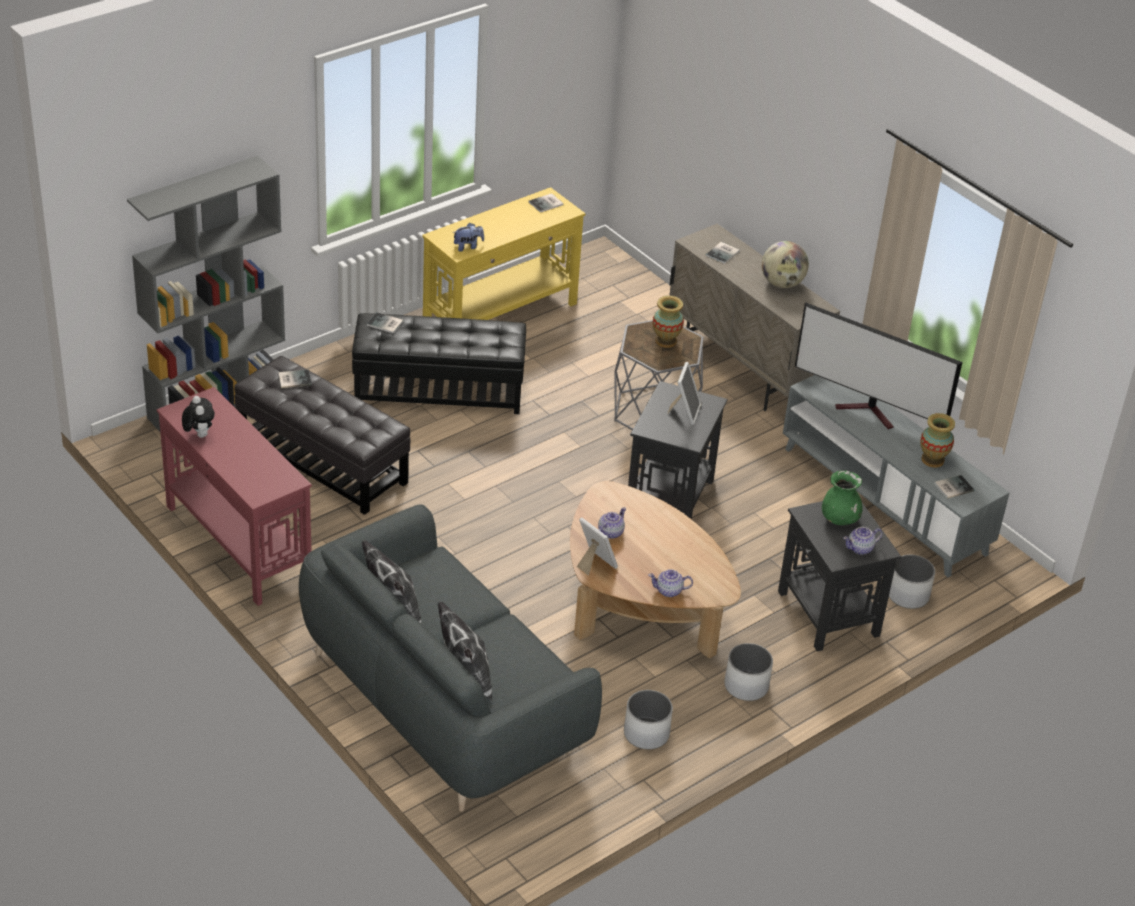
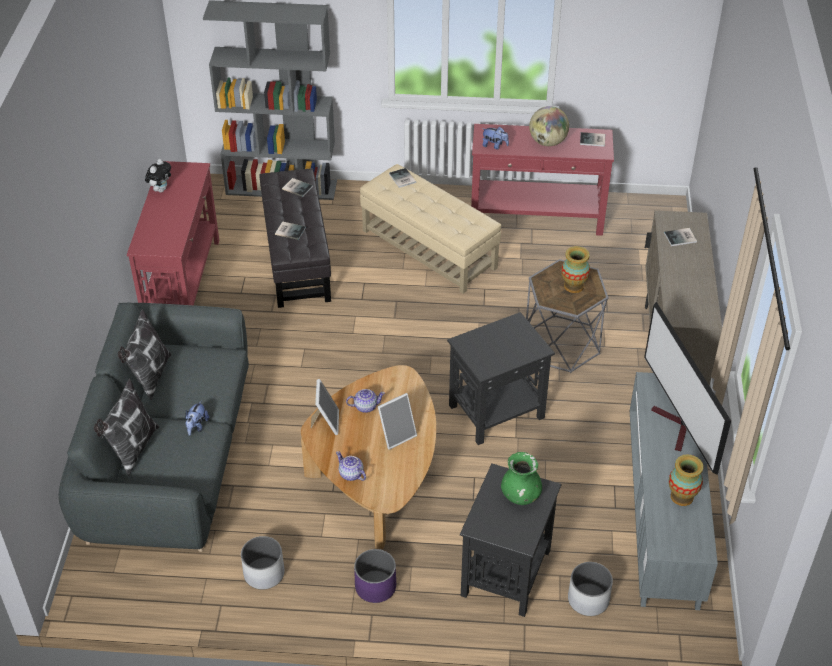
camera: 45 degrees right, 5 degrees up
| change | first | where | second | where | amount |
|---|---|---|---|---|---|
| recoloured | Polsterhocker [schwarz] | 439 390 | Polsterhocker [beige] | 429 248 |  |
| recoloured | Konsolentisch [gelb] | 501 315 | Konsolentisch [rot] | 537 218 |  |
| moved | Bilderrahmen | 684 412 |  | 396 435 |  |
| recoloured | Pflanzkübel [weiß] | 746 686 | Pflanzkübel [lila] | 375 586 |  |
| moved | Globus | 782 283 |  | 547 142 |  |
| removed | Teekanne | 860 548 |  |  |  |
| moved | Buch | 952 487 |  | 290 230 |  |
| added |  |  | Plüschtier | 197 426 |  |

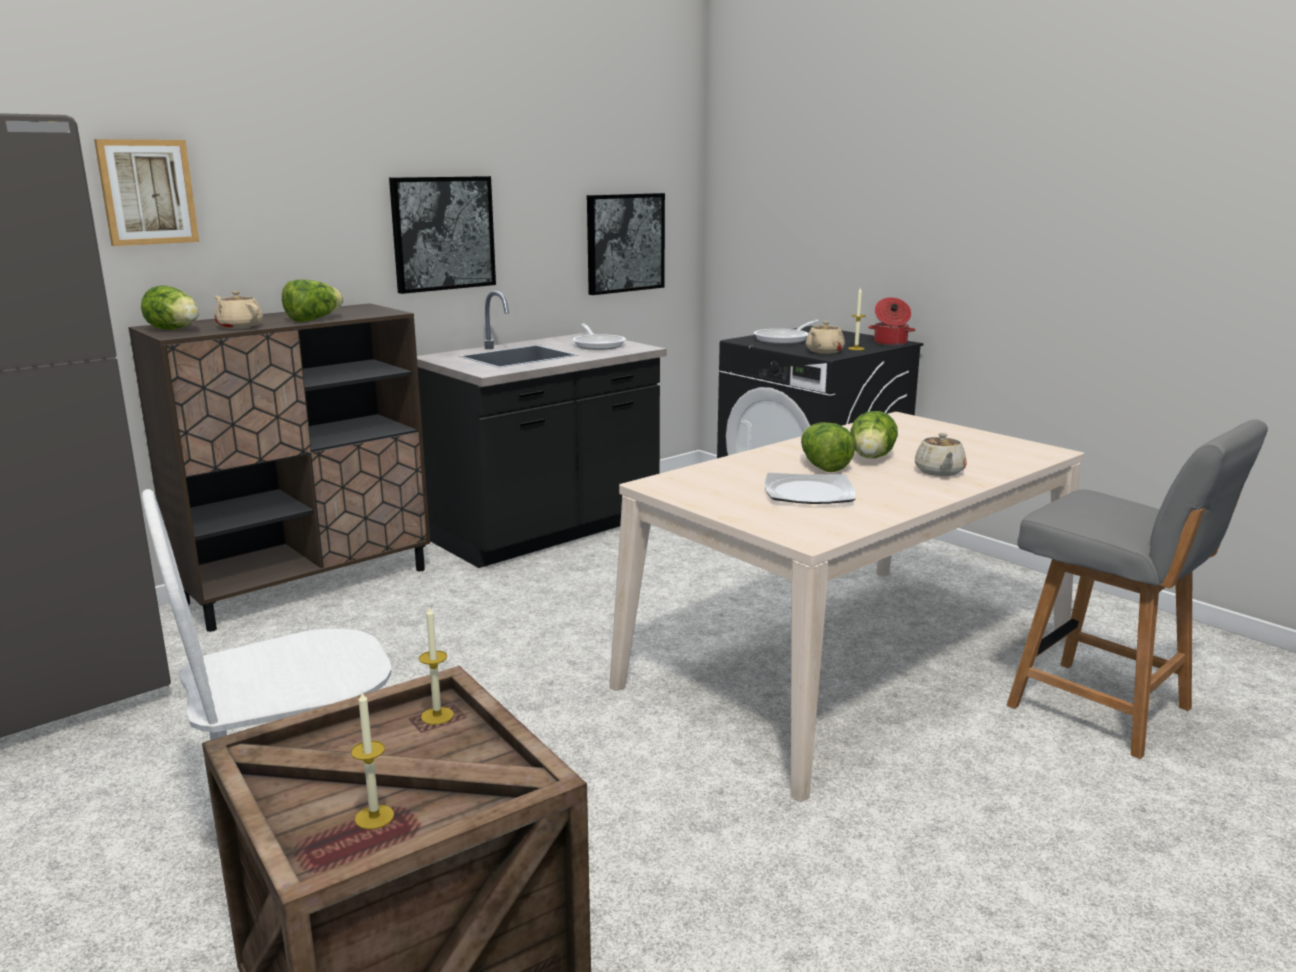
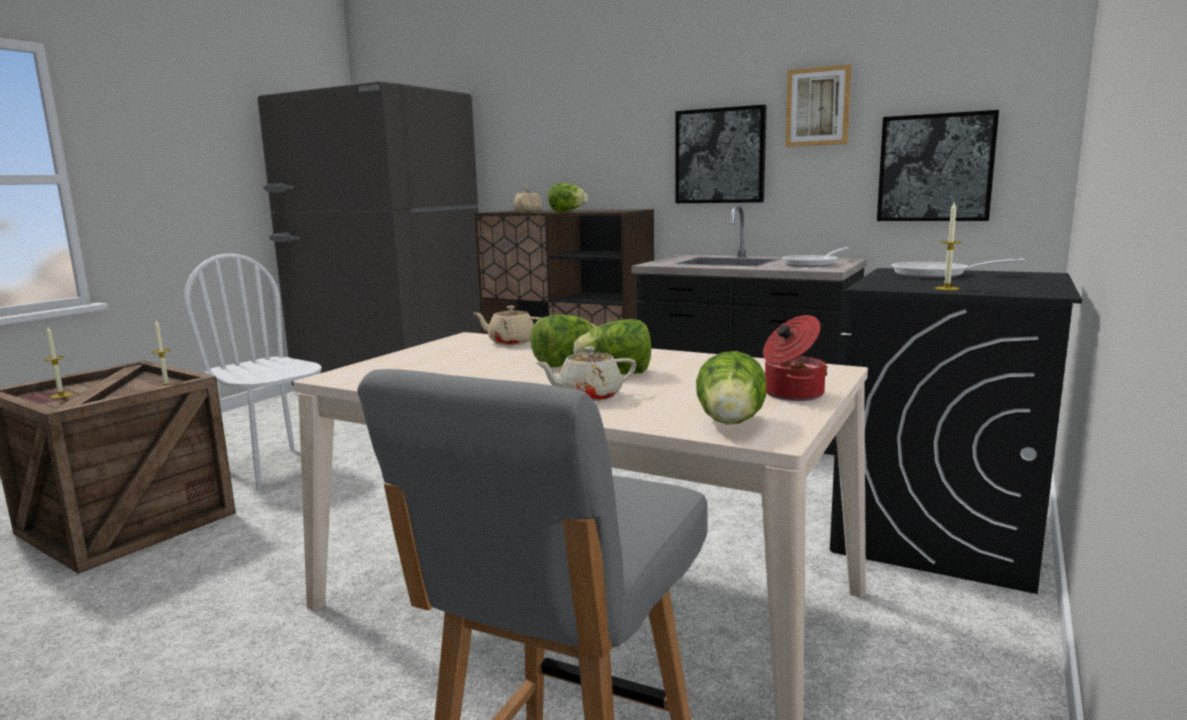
camera: 70 degrees right, 5 degrees down
| change | first | where | second | where | amount |
|---|---|---|---|---|---|
| moved | Bild | 147 192 |  | 818 107 |  |
| moved | Salatkopf | 175 330 |  | 731 424 |  |
| removed | Teller | 810 493 |  |  |  |
| moved | Teekanne [beige] | 824 351 |  | 511 342 |  |
| moved | Kochtopf | 890 343 |  | 791 394 |  |

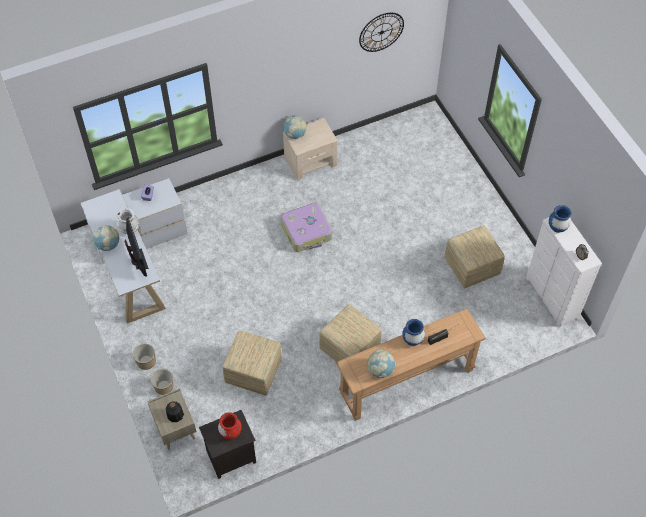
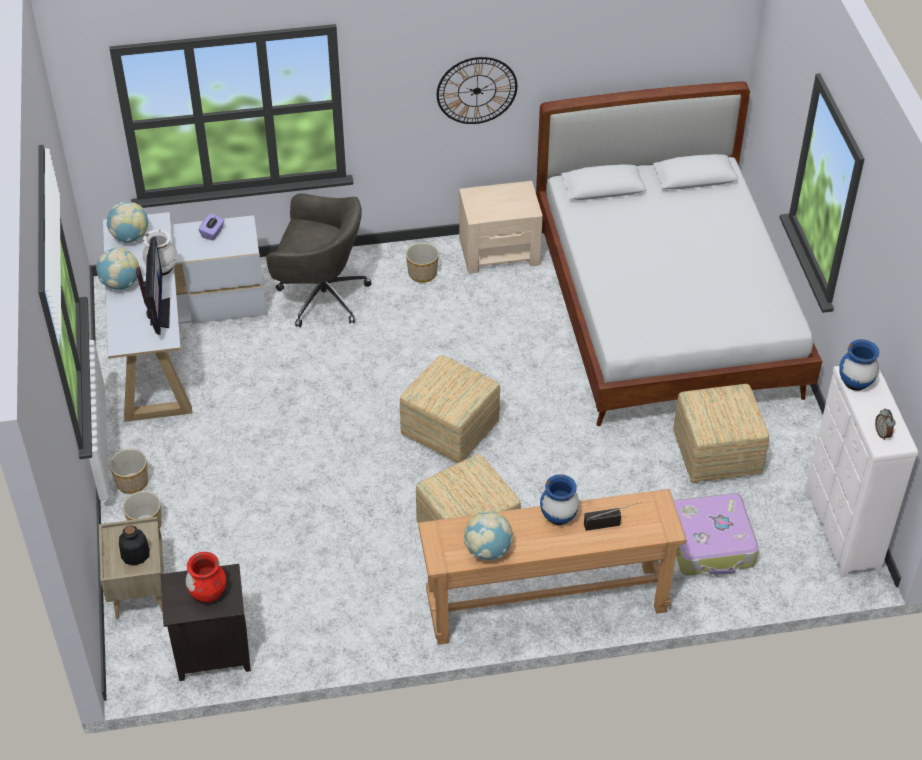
camera: 15 degrees right, 10 degrees down
| change | first | where | second | where | amount |
|---|---|---|---|---|---|
| moved | Polsterhocker | 252 372 |  | 449 430 |  |
| moved | Koffer | 307 232 |  | 710 544 |  |
| moved | Globus | 295 134 |  | 130 237 |  |
| moved | Wanduhr | 381 32 |  | 477 90 |  |
| added |  |  | Bürostuhl [grau] | 320 296 |  |
| added |  |  | Pflanzkübel | 422 273 |  |
| added |  |  | Bett [weiß] | 666 313 |  |

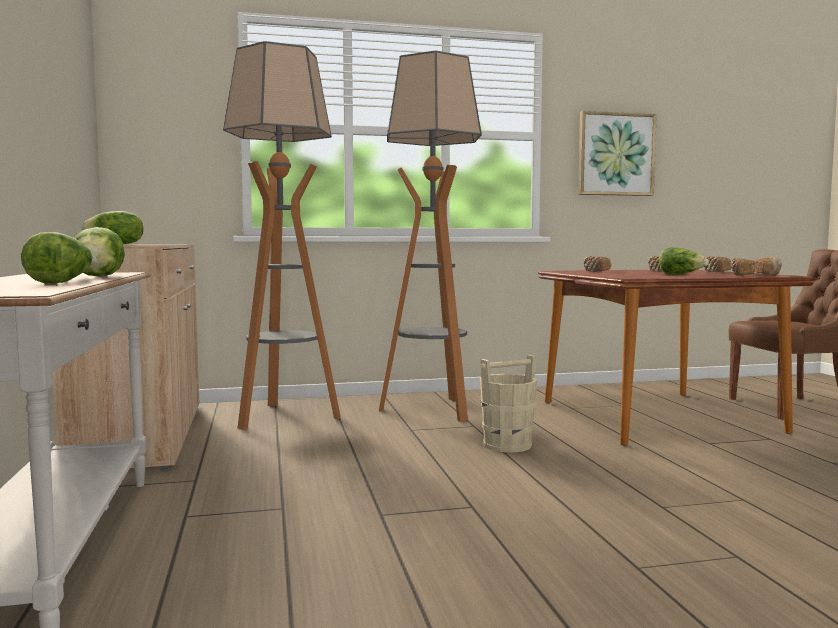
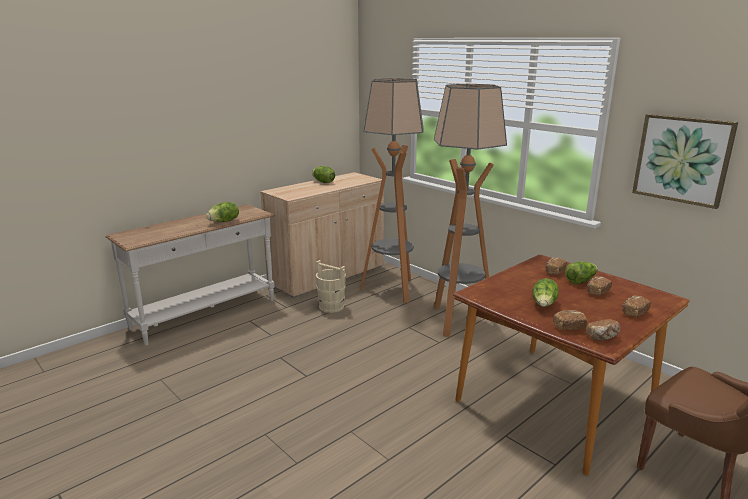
camera: 60 degrees right, 15 degrees up
| change | first | where | second | where | amount |
|---|---|---|---|---|---|
| moved | Salatkopf | 62 282 |  | 580 281 |  |
| moved | Eimer [beige] | 508 445 |  | 331 307 |  |

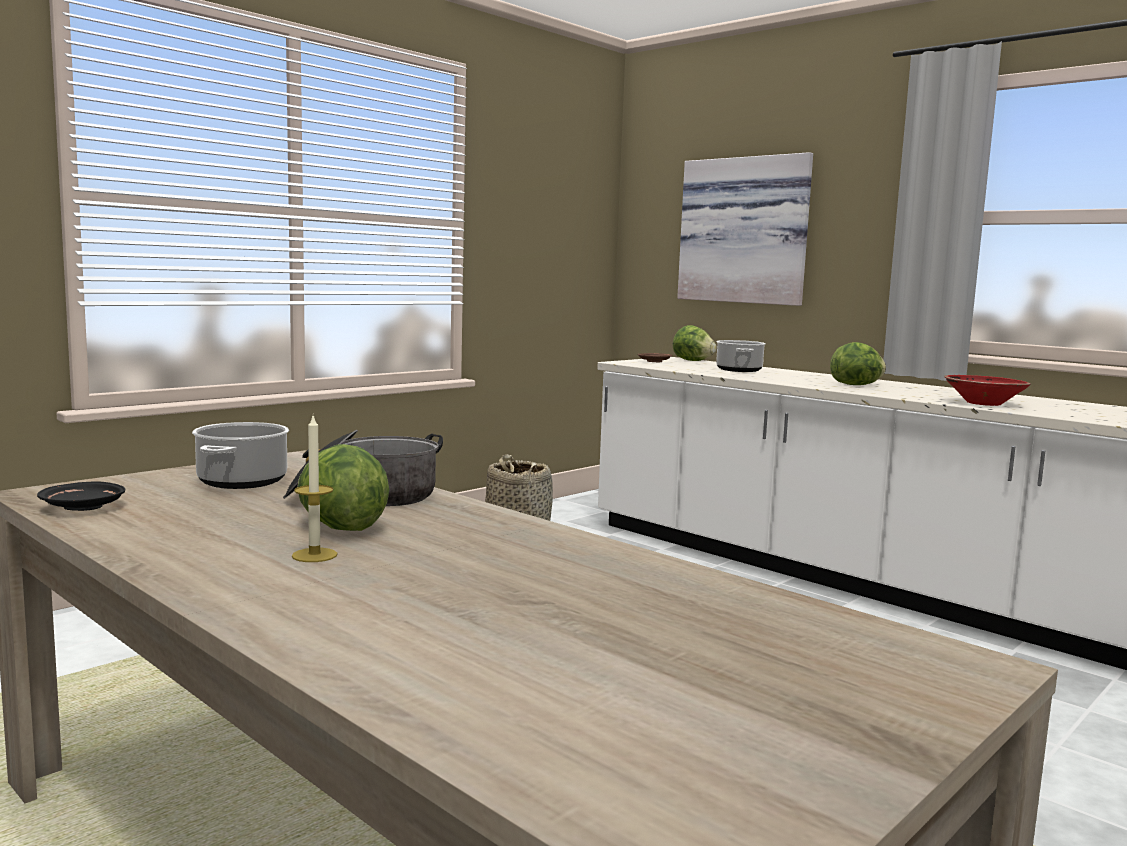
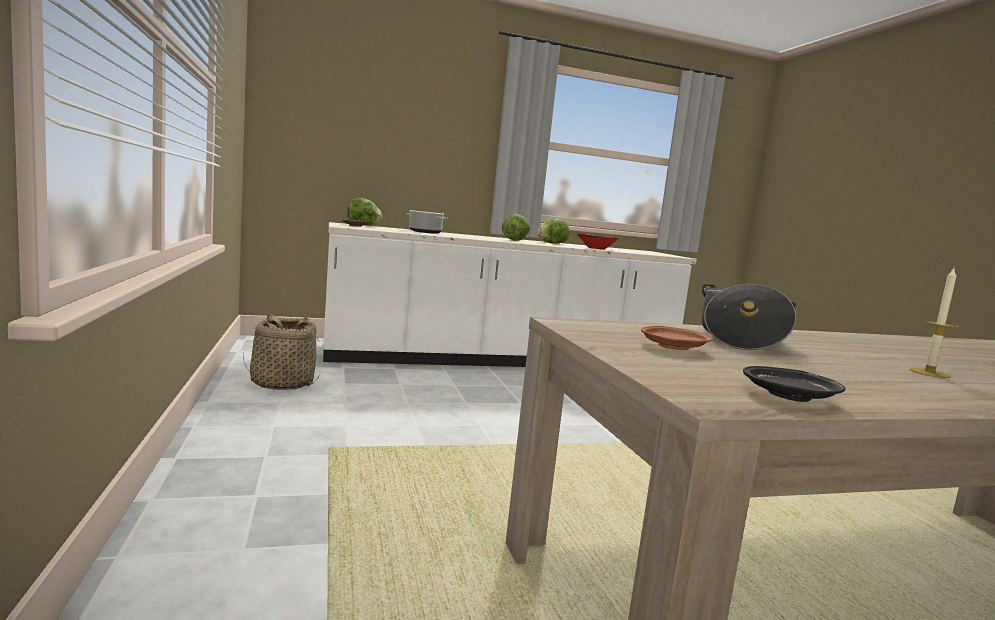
camera: 60 degrees left, 0 degrees up
| change | first | where | second | where | amount |
|---|---|---|---|---|---|
| replaced | Kochtopf | 242 482 | Teller [braun] | 673 347 |  |
| moved | Salatkopf | 340 528 |  | 551 243 |  |
| removed | Bild | 745 231 |  |  |  |

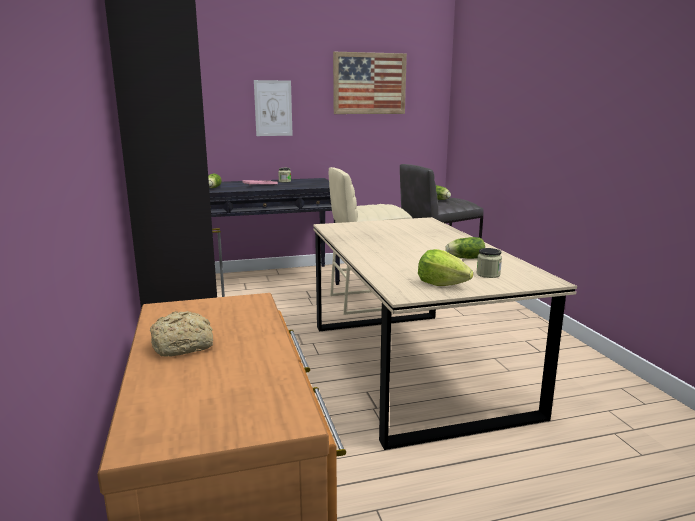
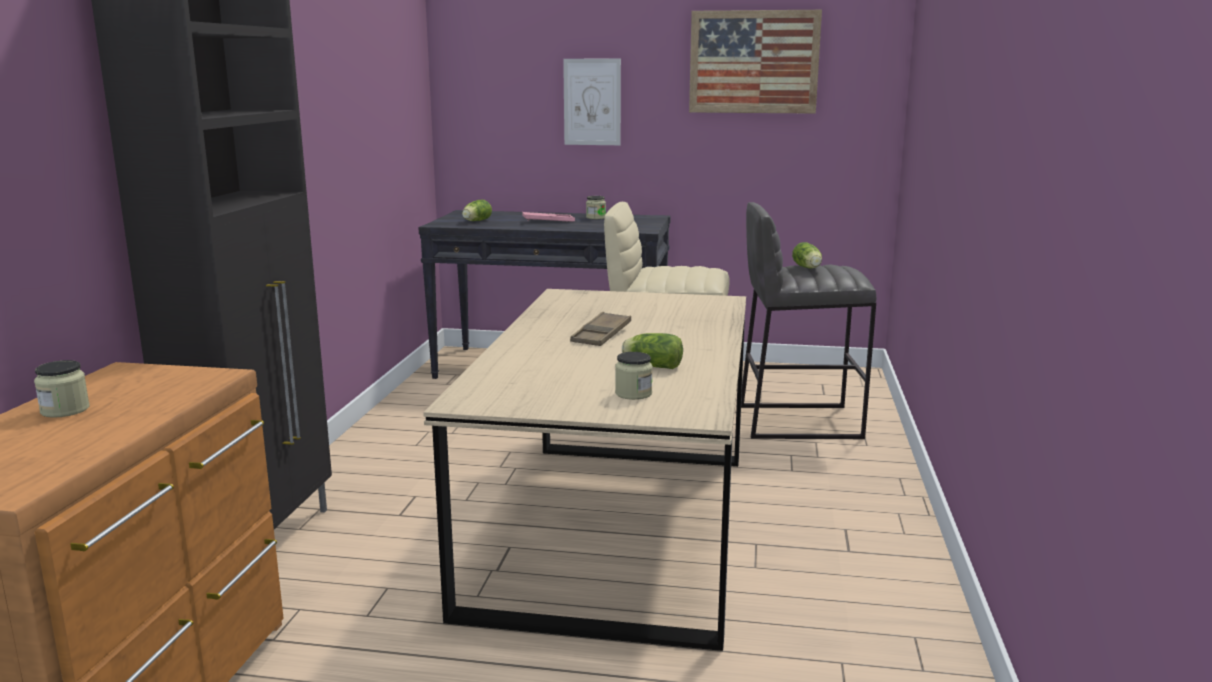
camera: 25 degrees right, 0 degrees up
| change | first | where | second | where | amount |
|---|---|---|---|---|---|
| replaced | Brot | 184 346 | Vorratsglas | 65 410 |  |
| removed | Salatkopf | 442 284 |  |  |  |
| added |  |  | Tablett [braun] | 601 335 |  |

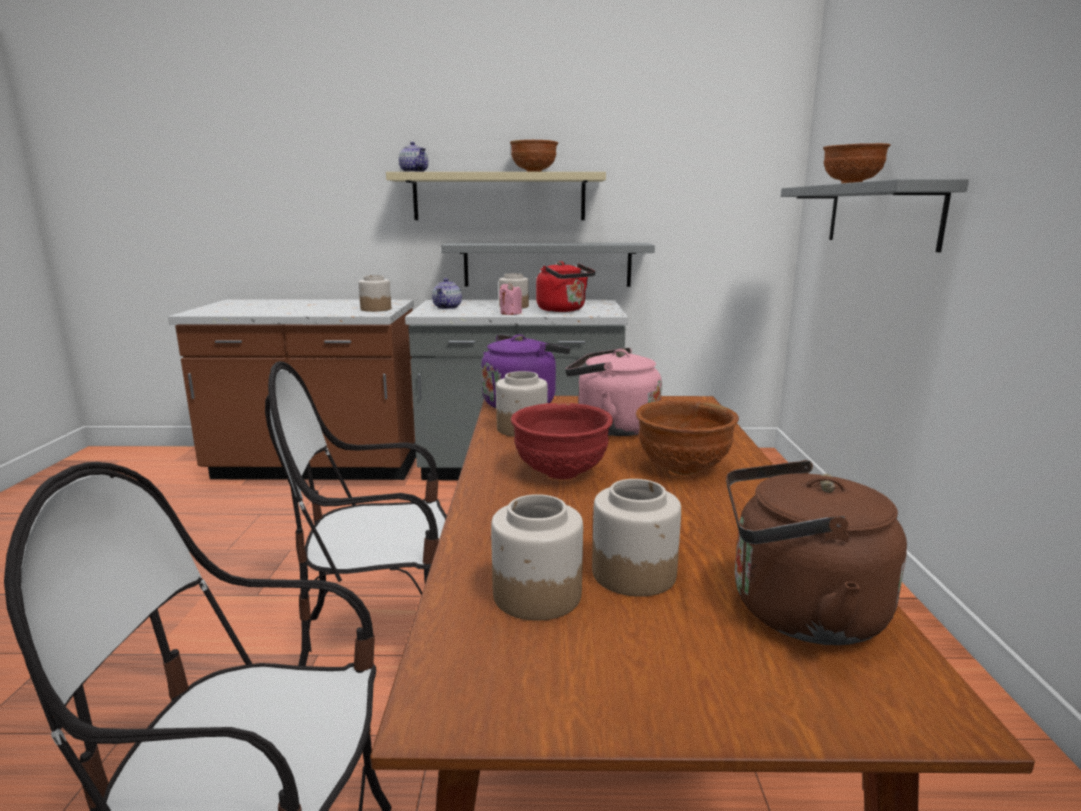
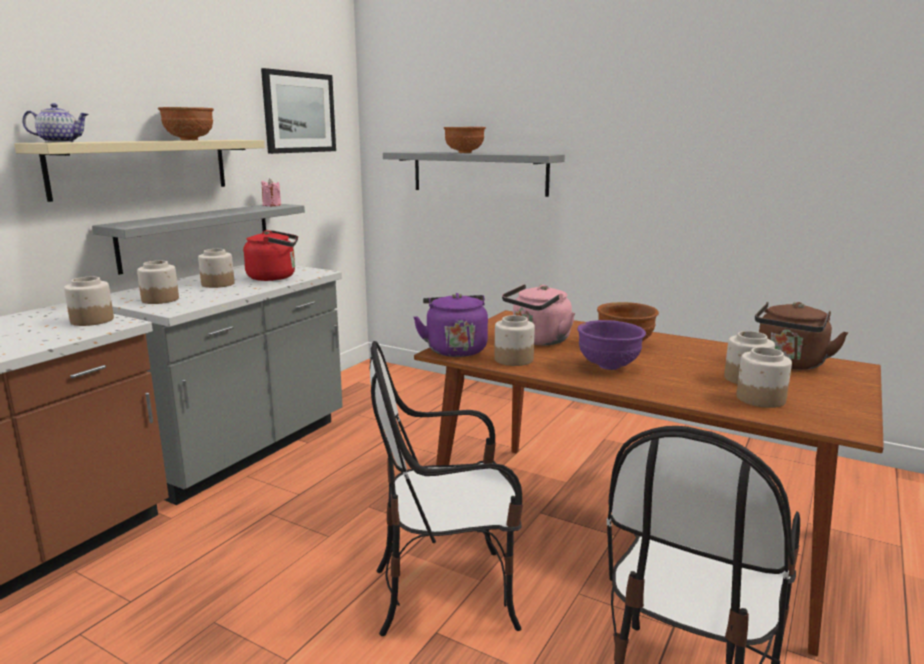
camera: 60 degrees left, 0 degrees up
| change | first | where | second | where | amount |
|---|---|---|---|---|---|
| turned | Stuhl | 380 641 |  | 447 593 | 60 degrees clockwise |
| replaced | Teekanne | 447 307 | Vorratsglas | 160 299 |  |
| moved | Kerze [rosa] | 510 313 |  | 272 205 |  |
| recoloured | Schüssel [rot] | 560 473 | Schüssel [lila] | 609 367 |  |
| added |  |  | Bild | 299 112 |  |

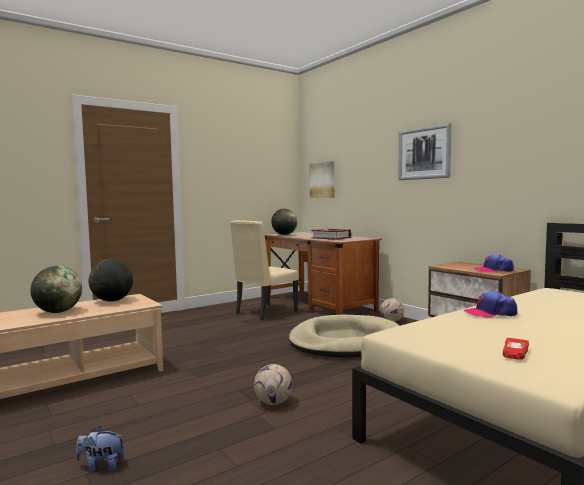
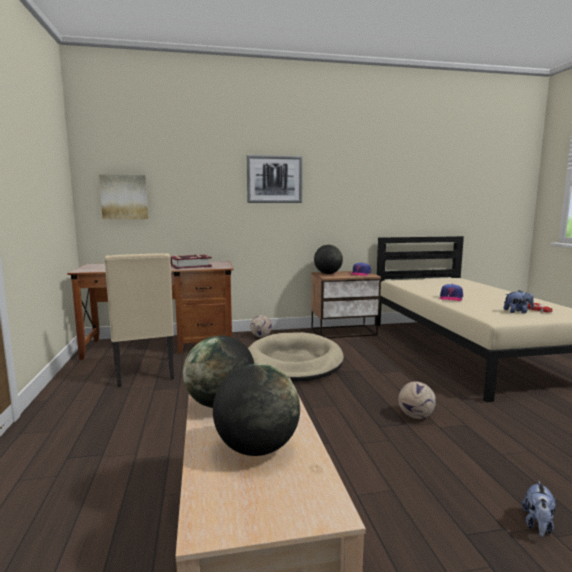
camera: 65 degrees left, 5 degrees up
| change | first | where | second | where | amount |
|---|---|---|---|---|---|
| moved | Globus | 284 234 |  | 328 274 |  |
| added |  |  | Plüschtier | 517 312 |  |

